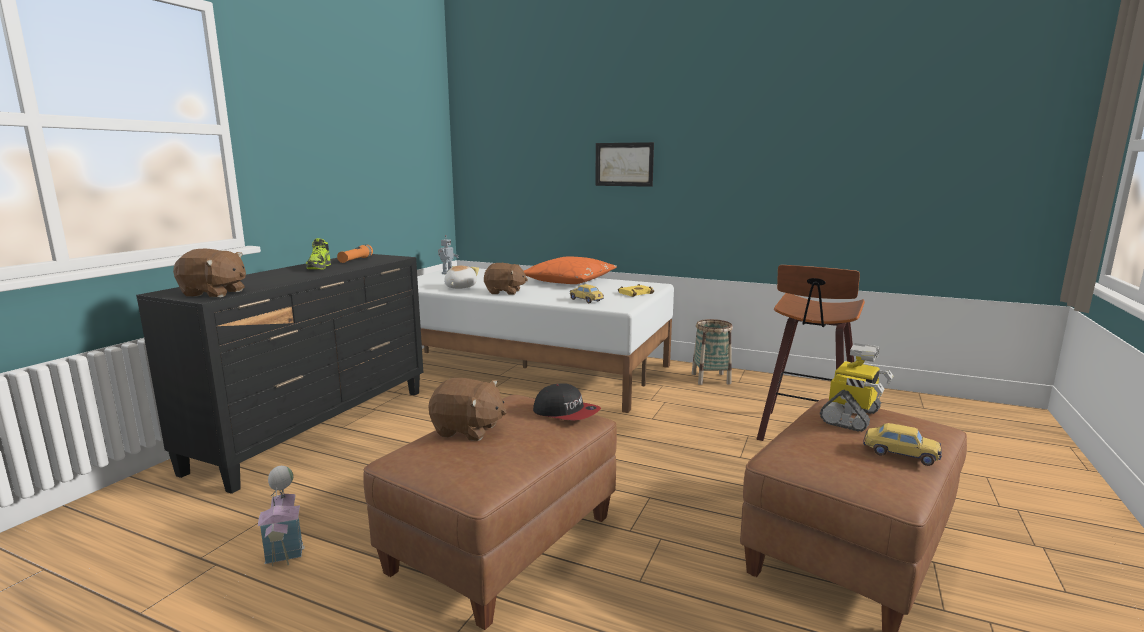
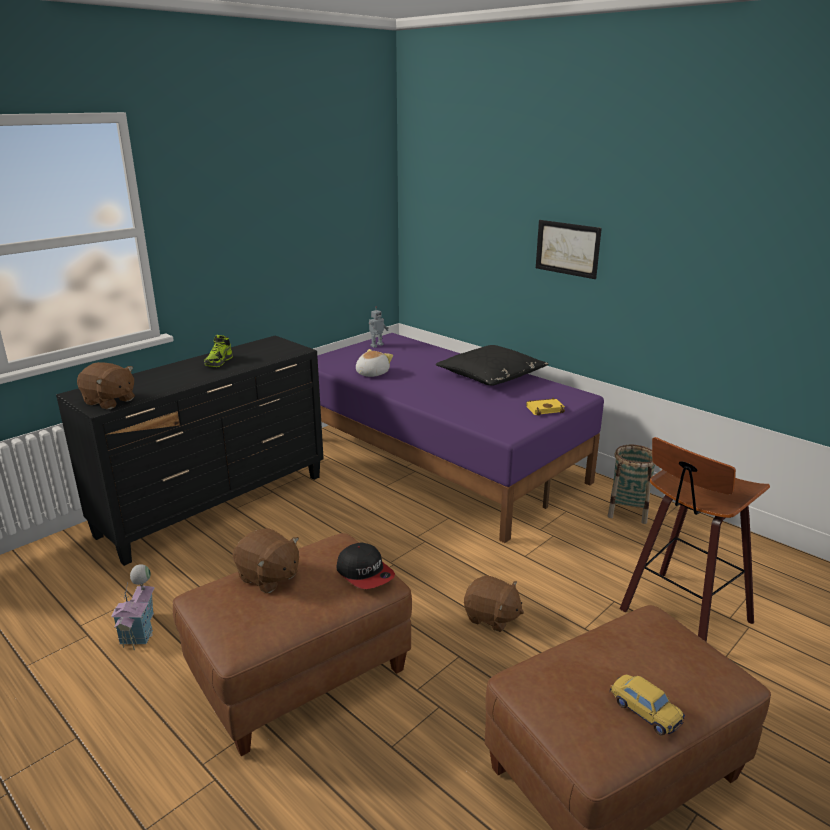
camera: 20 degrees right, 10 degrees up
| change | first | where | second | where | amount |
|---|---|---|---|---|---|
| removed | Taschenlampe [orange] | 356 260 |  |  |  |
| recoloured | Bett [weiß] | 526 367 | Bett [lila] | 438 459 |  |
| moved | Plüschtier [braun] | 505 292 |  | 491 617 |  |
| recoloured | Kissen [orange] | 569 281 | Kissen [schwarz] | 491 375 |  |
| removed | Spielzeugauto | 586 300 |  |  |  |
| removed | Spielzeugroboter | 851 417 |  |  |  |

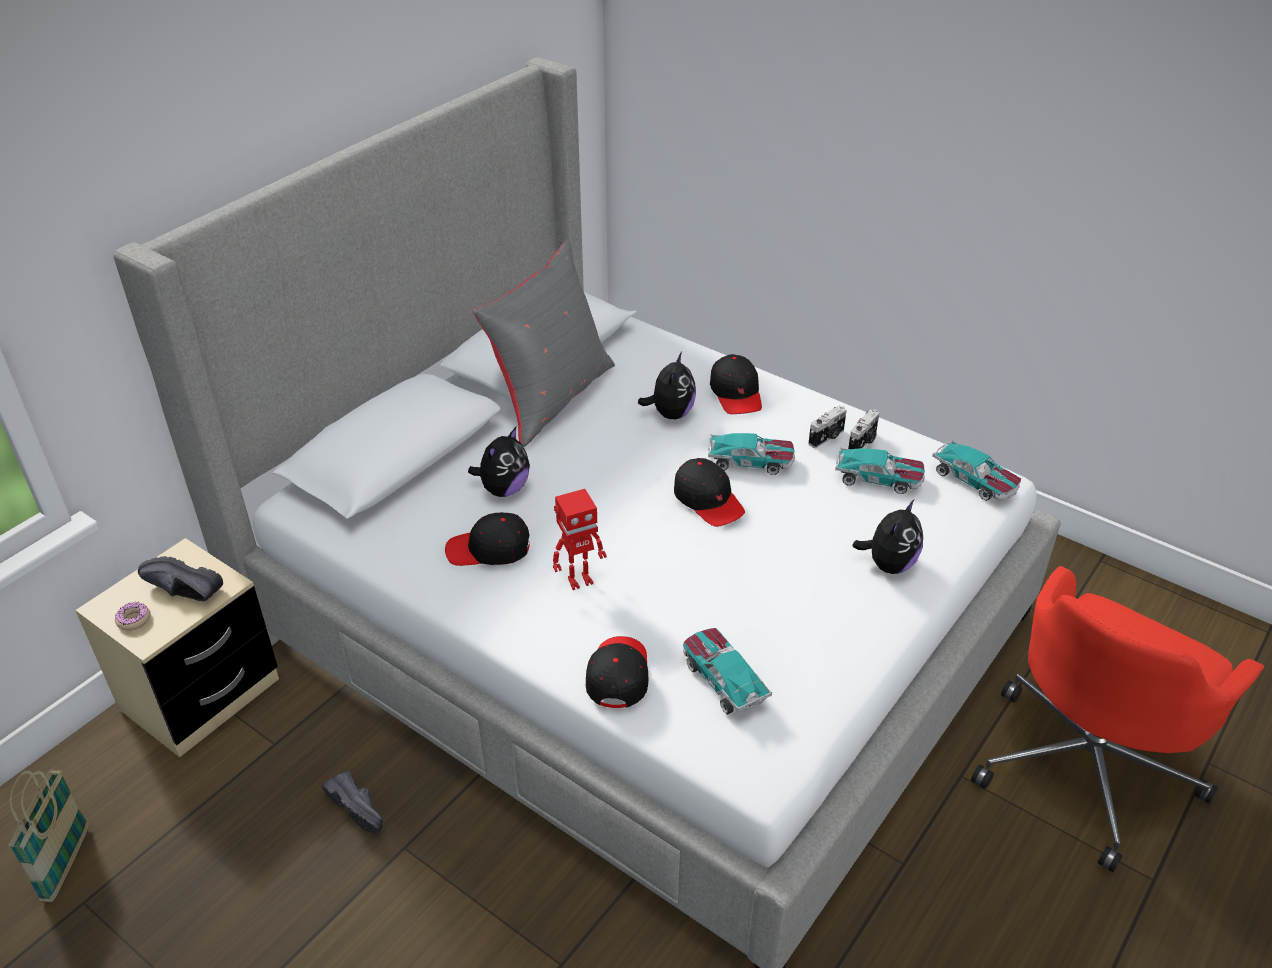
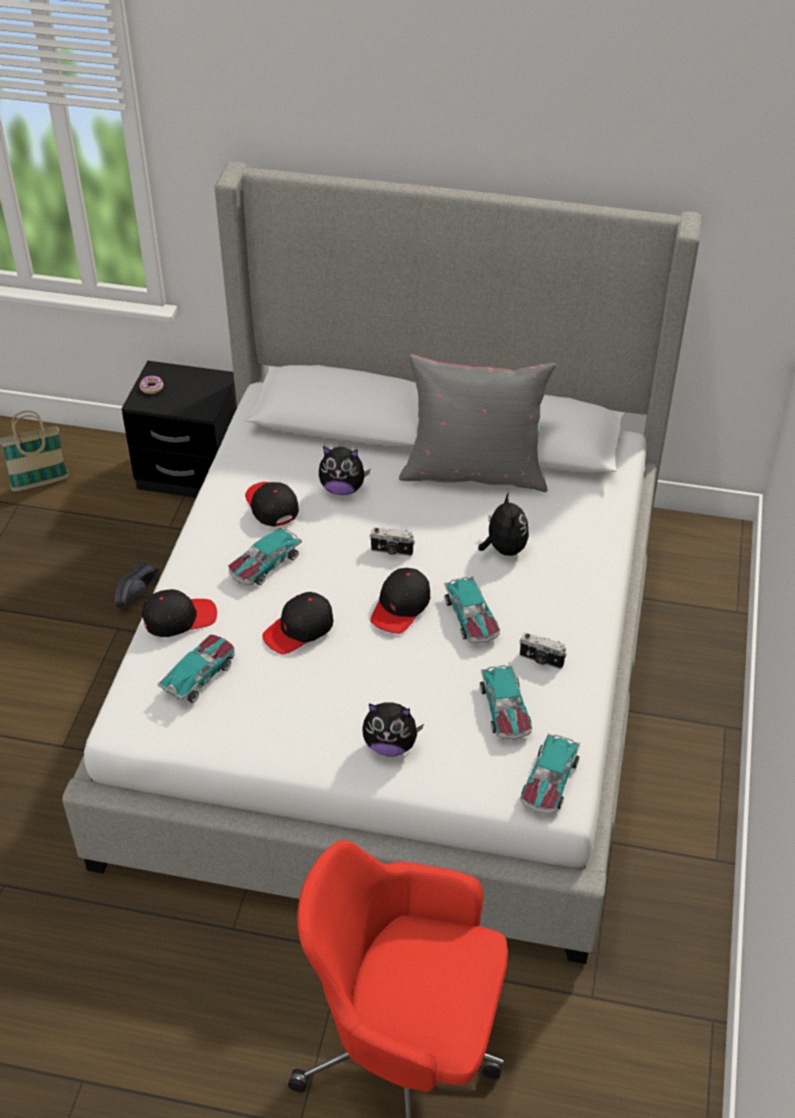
camera: 65 degrees right, 5 degrees up
| change | first | where | second | where | amount |
|---|---|---|---|---|---|
| recoloured | Nachttisch [beige] | 201 695 | Nachttisch [schwarz] | 191 472 |  |
| removed | Schuh [schwarz] | 181 593 |  |  |  |
| replaced | Spielzeugroboter | 579 580 | Spielzeugauto | 264 565 |  |
| turned | Plüschtier | 670 414 |  | 504 549 | 90 degrees counterclockwise |
| moved | Kappe [schwarz] | 736 393 |  | 299 629 |  |
| moved | Kamera | 863 443 |  | 391 551 |  |

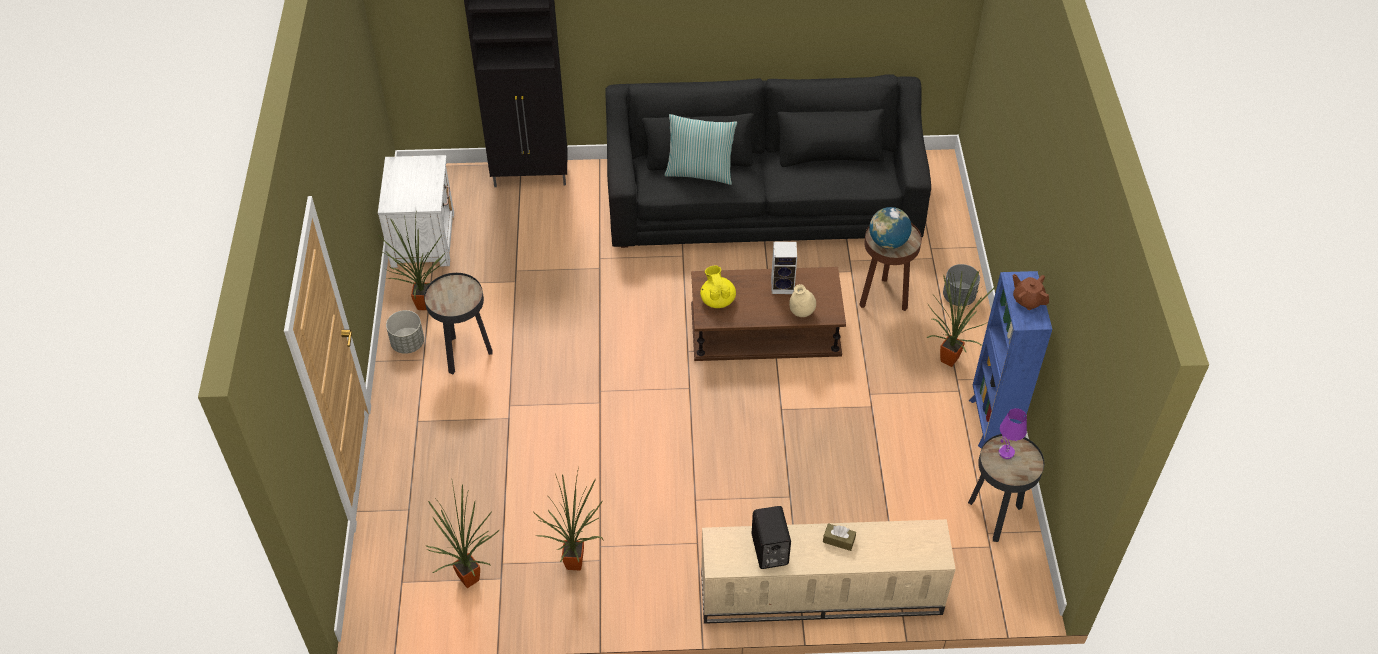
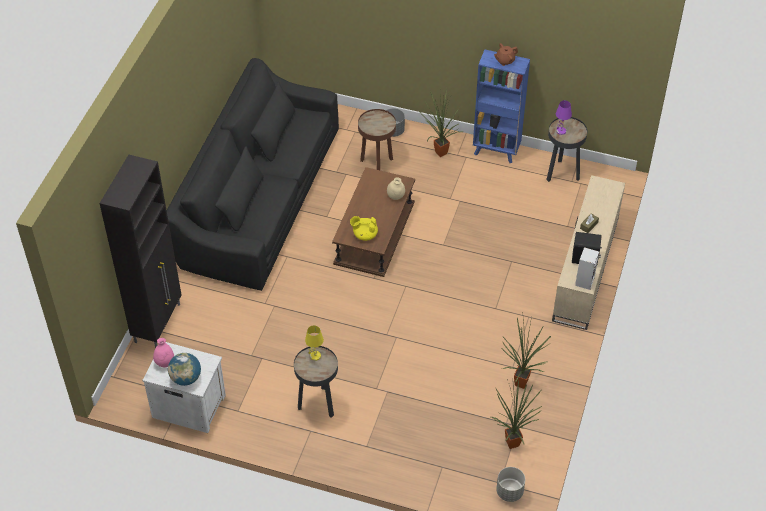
camera: 70 degrees left, 0 degrees up
| change | first | where | second | where | amount |
|---|---|---|---|---|---|
| removed | Topfpflanze | 423 308 |  |  |  |
| moved | Pflanzkübel [grau] | 408 343 |  | 509 491 |  |
| removed | Kissen | 700 172 |  |  |  |
| moved | Lautsprecher | 783 285 |  | 584 280 |  |
| moved | Globus | 888 242 |  | 186 378 |  |
| added |  |  | Vase [rosa] | 165 362 |  |
| added |  |  | Tischlampe [gelb] | 315 356 |  |

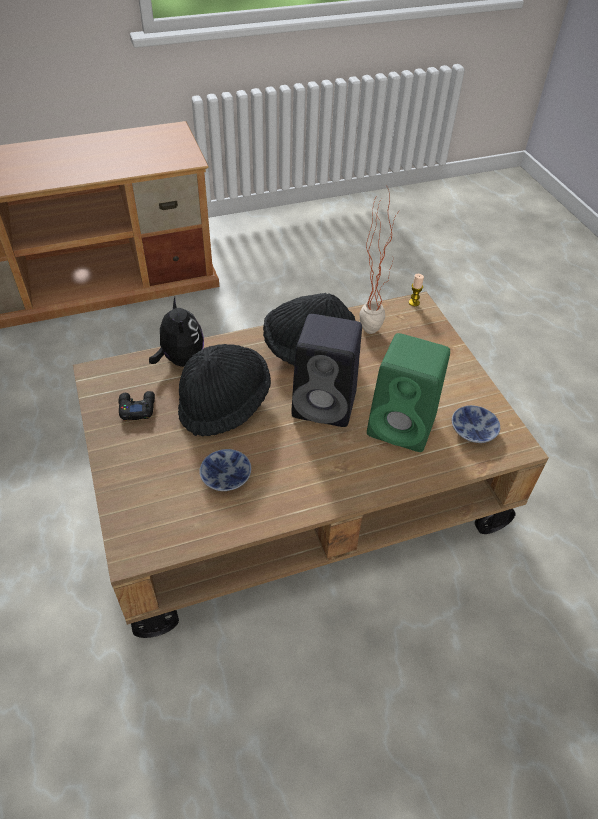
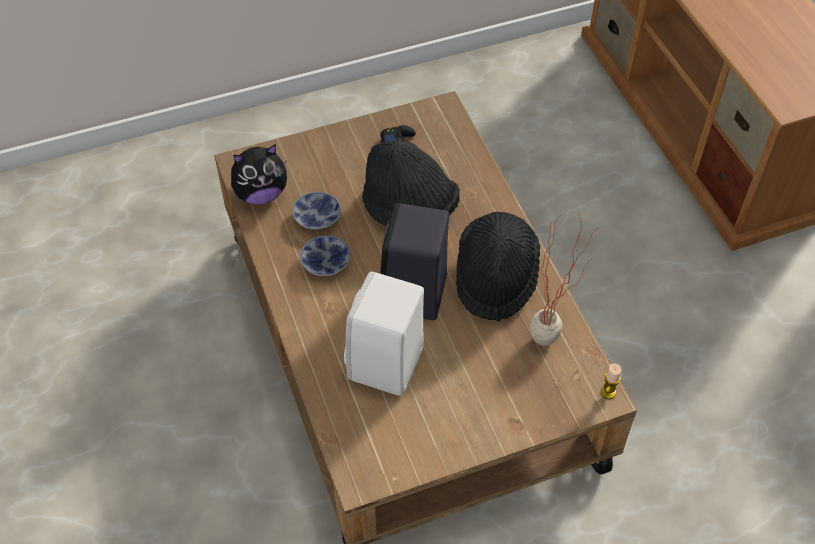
camera: 90 degrees right, 5 degrees up
| change | first | where | second | where | amount |
|---|---|---|---|---|---|
| moved | Plüschtier | 180 360 |  | 261 194 |  |
| recoloured | Lautsprecher [grün] | 403 426 | Lautsprecher [weiß] | 385 366 |  |
| moved | Schüssel | 471 431 |  | 325 261 |  |

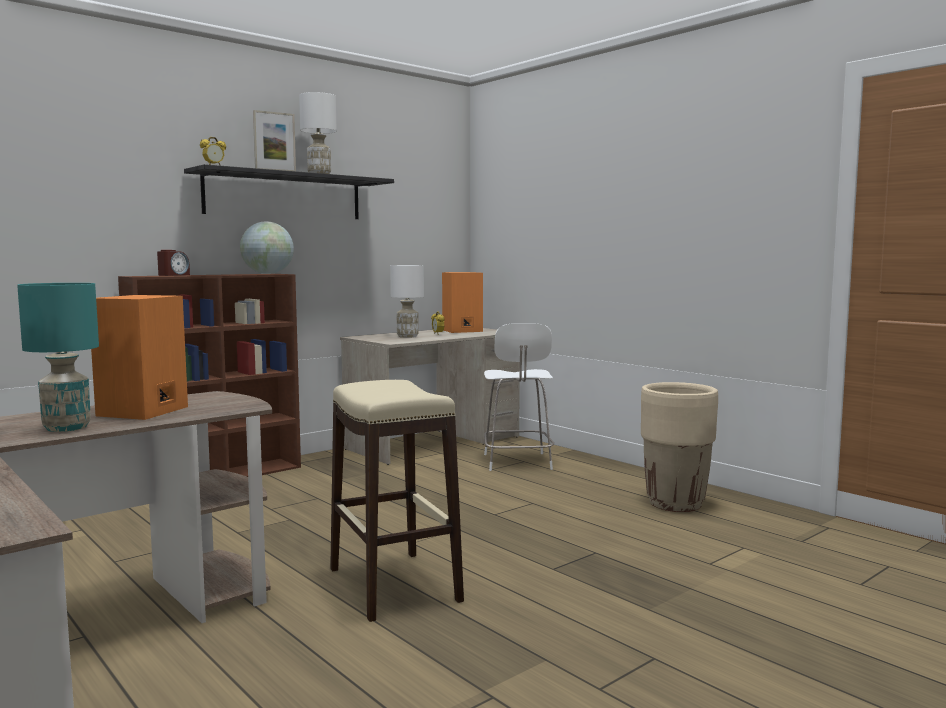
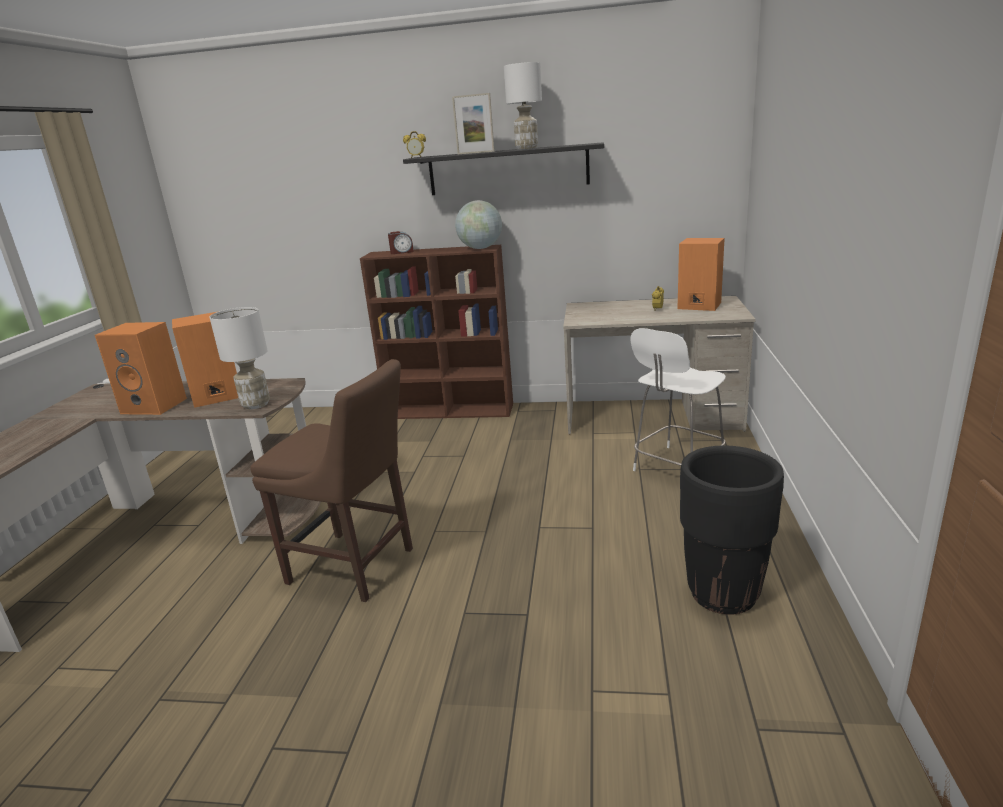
camera: 50 degrees right, 15 degrees up
| change | first | where | second | where | amount |
|---|---|---|---|---|---|
| replaced | Tischlampe [türkis] | 67 427 | Lautsprecher [orange] | 156 405 |  |
| replaced | Hocker [beige] | 394 585 | Stuhl [braun] | 356 567 |  |
| moved | Tischlampe [weiß] | 407 336 |  | 255 404 |  |
| recoloured | Pflanzkübel [beige] | 675 504 | Pflanzkübel [schwarz] | 722 594 |  |

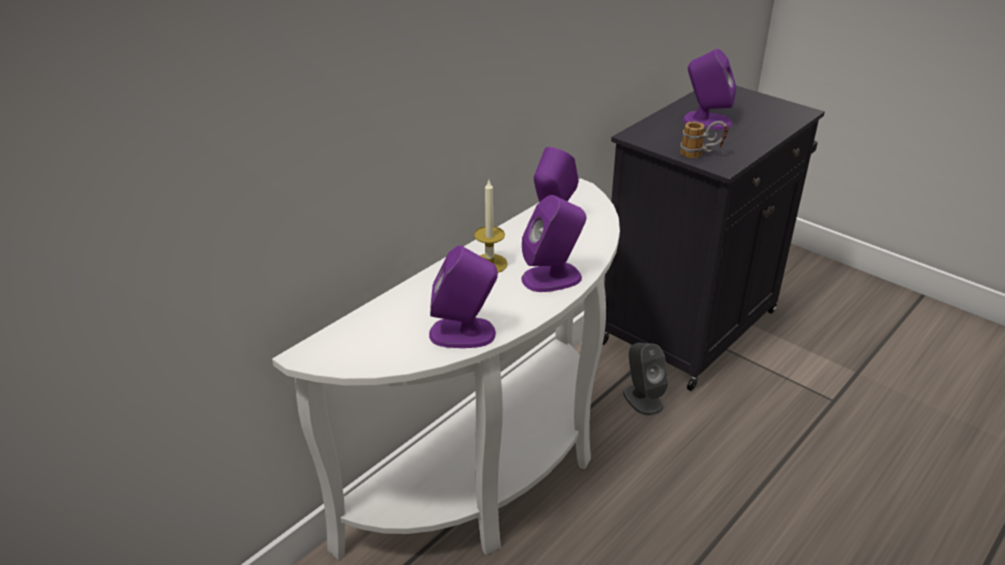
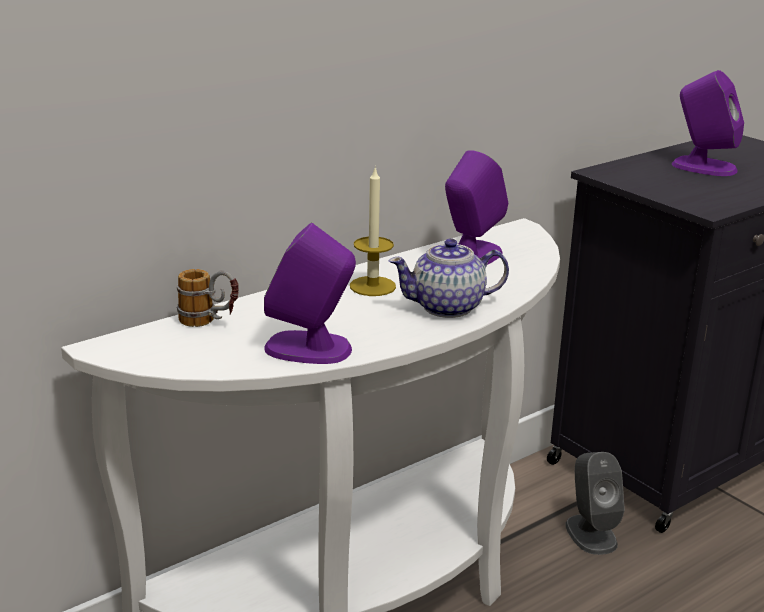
camera: 10 degrees right, 10 degrees down
| change | first | where | second | where | amount |
|---|---|---|---|---|---|
| replaced | Lautsprecher [lila] | 552 278 | Teekanne | 448 307 |  |
| moved | Henkelbecher | 701 154 |  | 210 323 |  |

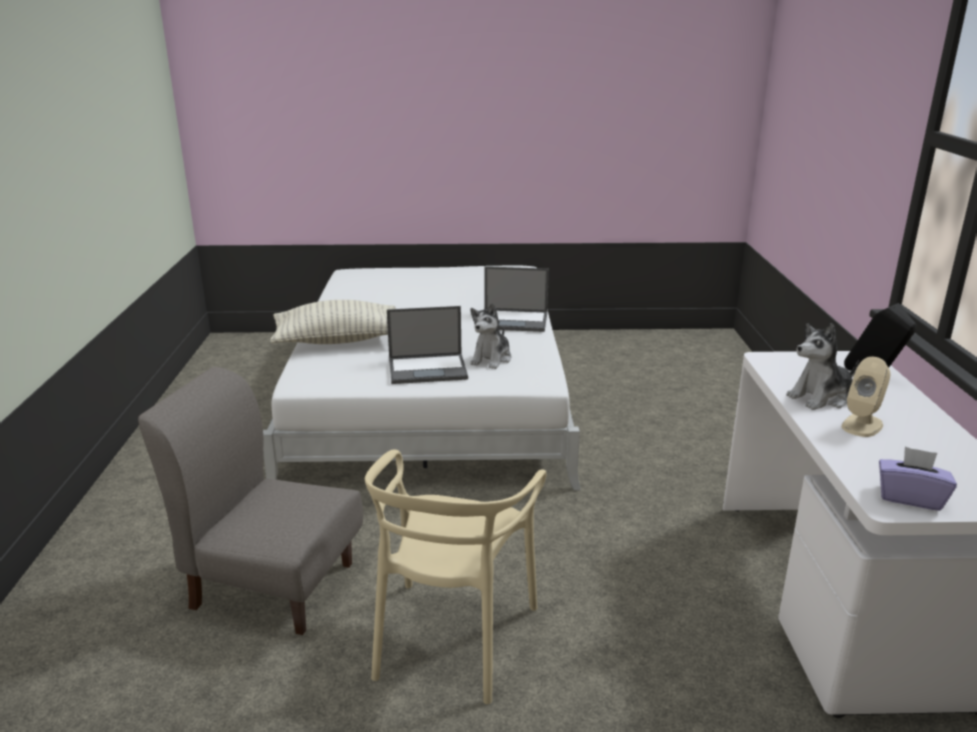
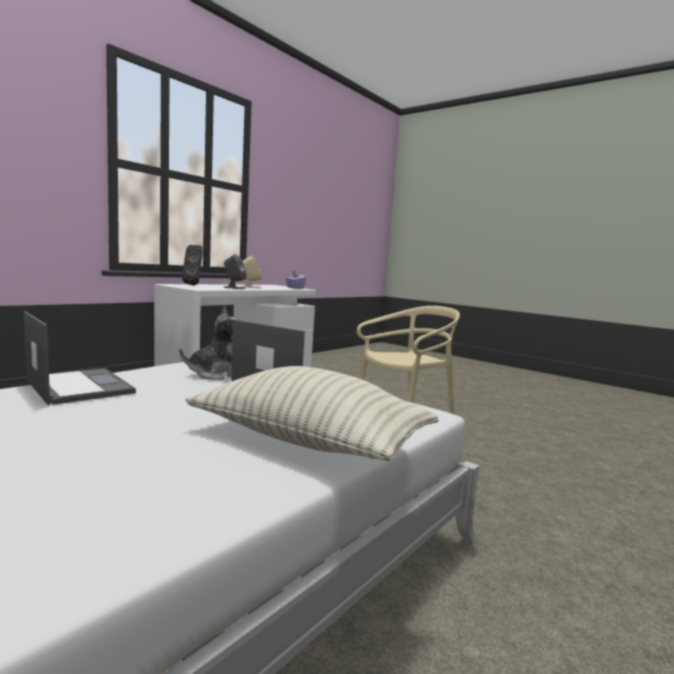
camera: 140 degrees left, 15 degrees down
| change | first | where | second | where | amount |
|---|---|---|---|---|---|
| removed | Stuhl [grau] | 272 584 |  |  |  |
| replaced | Plüschtier | 821 398 | Lautsprecher [grau] | 234 288 |  |

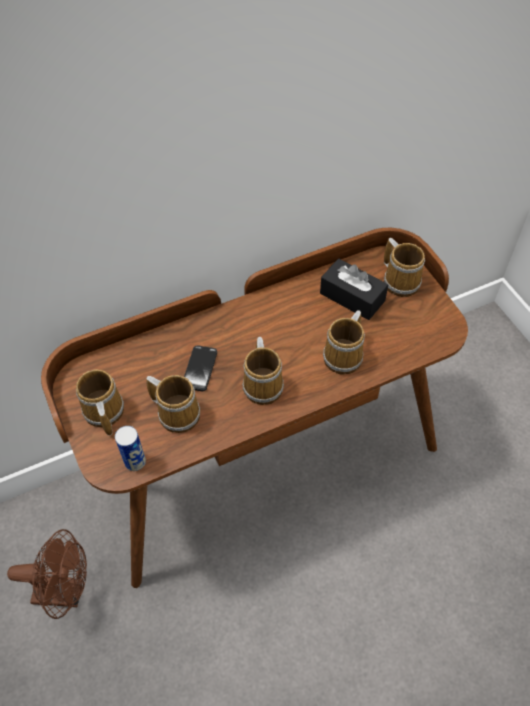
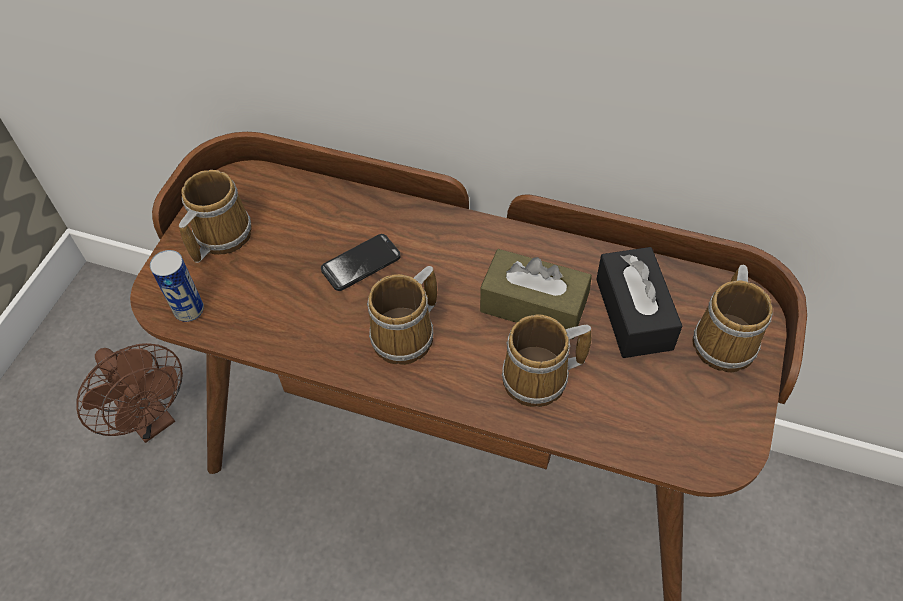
camera: 45 degrees right, 0 degrees up
| change | first | where | second | where | amount |
|---|---|---|---|---|---|
| removed | Henkelbecher | 177 412 |  |  |  |
| added |  |  | Taschentuchbox [braun] | 533 305 |  |

